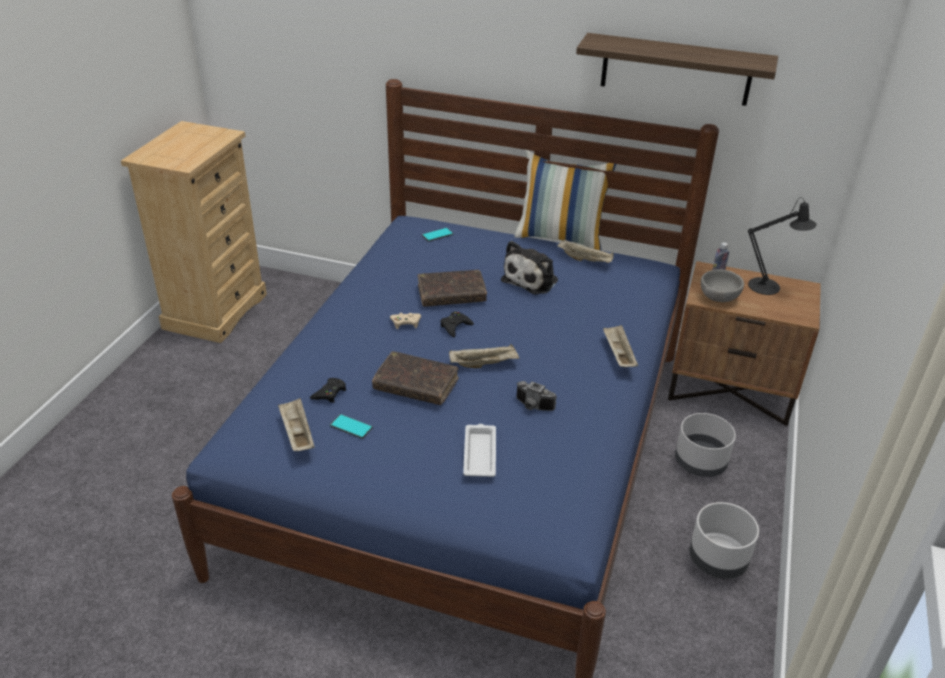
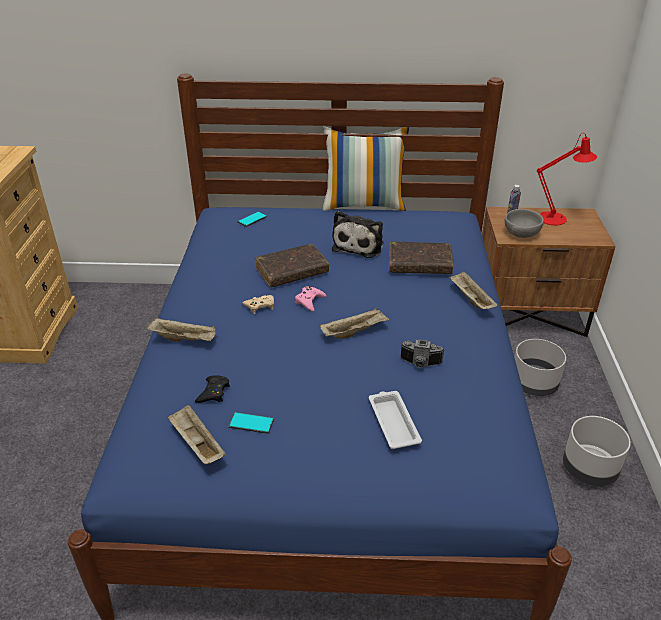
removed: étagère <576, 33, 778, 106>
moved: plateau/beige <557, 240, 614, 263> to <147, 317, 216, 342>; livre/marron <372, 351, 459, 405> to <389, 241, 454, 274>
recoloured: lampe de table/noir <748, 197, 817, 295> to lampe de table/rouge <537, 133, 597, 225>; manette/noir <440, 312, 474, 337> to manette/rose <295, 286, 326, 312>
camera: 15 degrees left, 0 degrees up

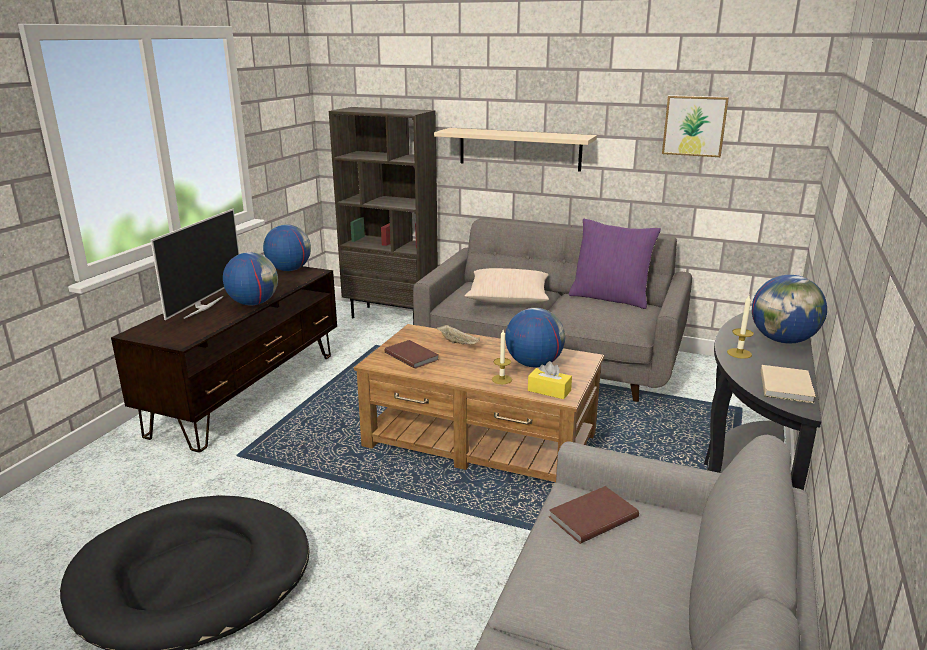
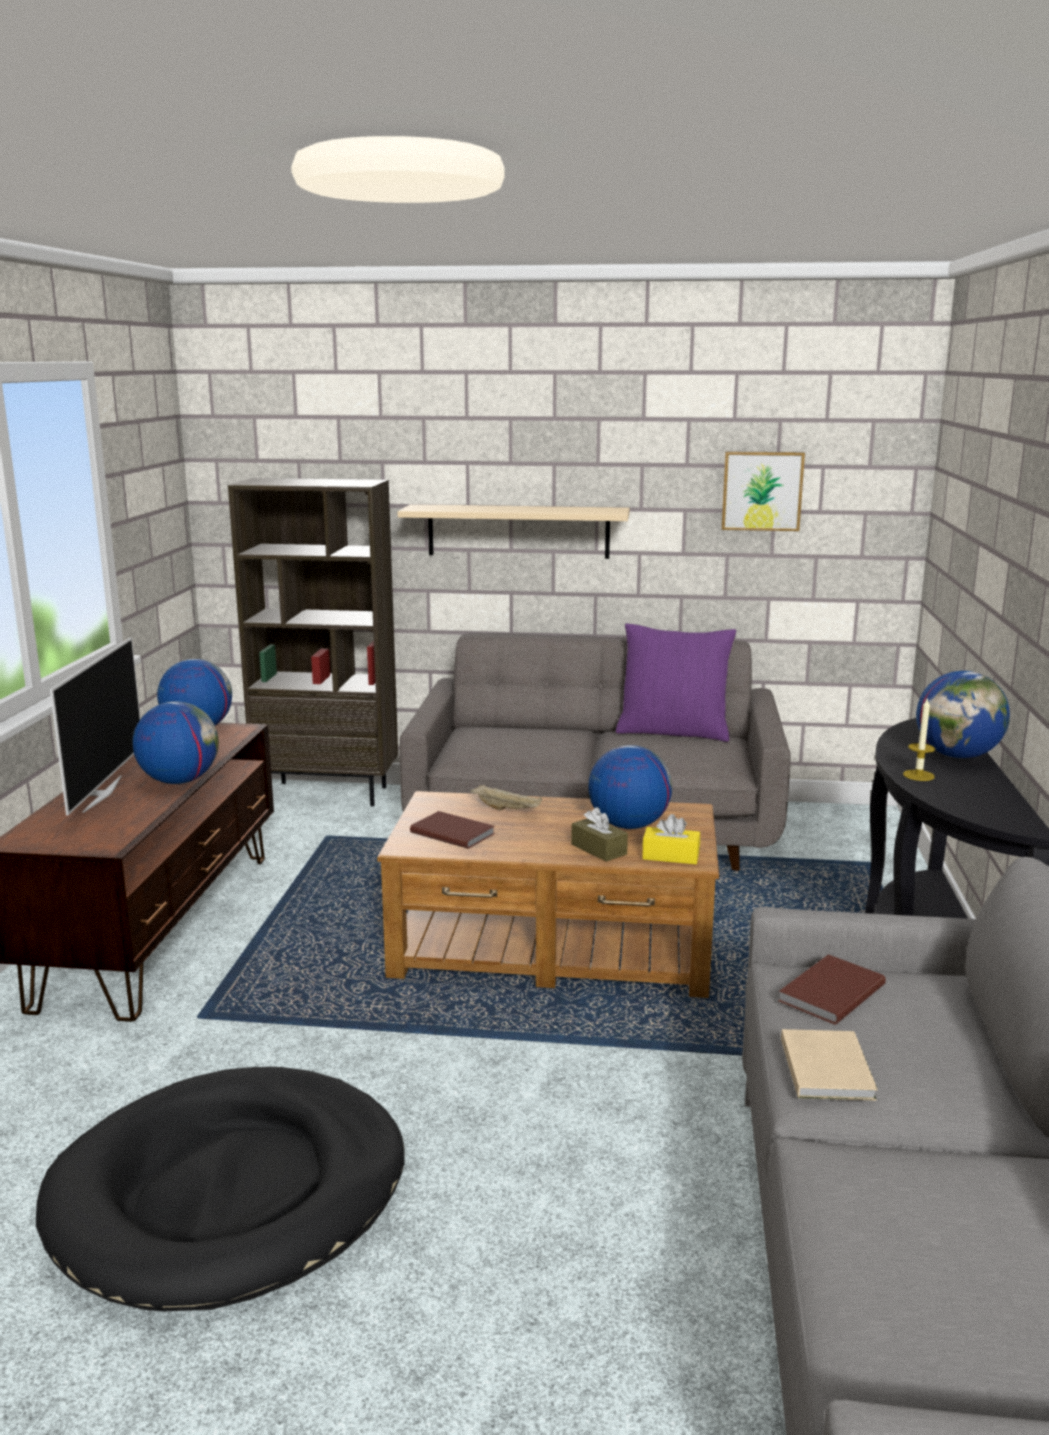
removed: coussin/beige <465, 268, 549, 304>
moved: livre/beige <761, 365, 816, 403> to <781, 1029, 878, 1101>
replaced: bougie <492, 330, 512, 384> to boîte à mouchoirs/marron <571, 807, 628, 862>
camera: 15 degrees left, 5 degrees down

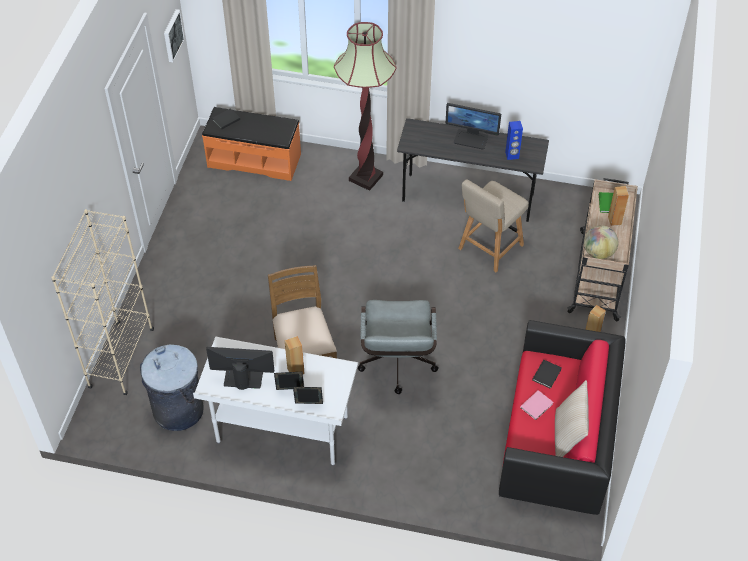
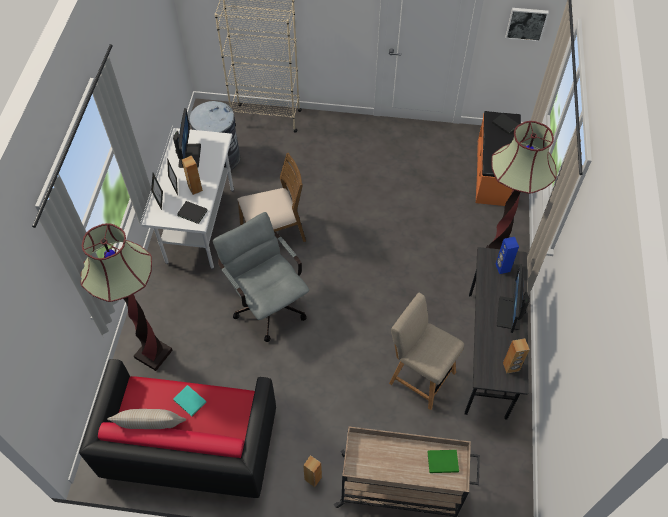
removed: globe <584, 225, 618, 259>
added: lampadaire <80, 223, 173, 371>
moved: enceinte/bleu <505, 121, 523, 160> to <496, 237, 519, 274>; enceinte/marron <608, 186, 629, 226> to <503, 338, 530, 373>; livre/noir <532, 360, 562, 389> to <177, 201, 208, 224>
recoloured: livre/rose <520, 390, 554, 420> to livre/turquoise <173, 385, 206, 416>
turned: chaise de bureau/gris <358, 300, 439, 394> = <213, 212, 309, 342> 60 degrees clockwise
camera: 85 degrees right, 5 degrees up

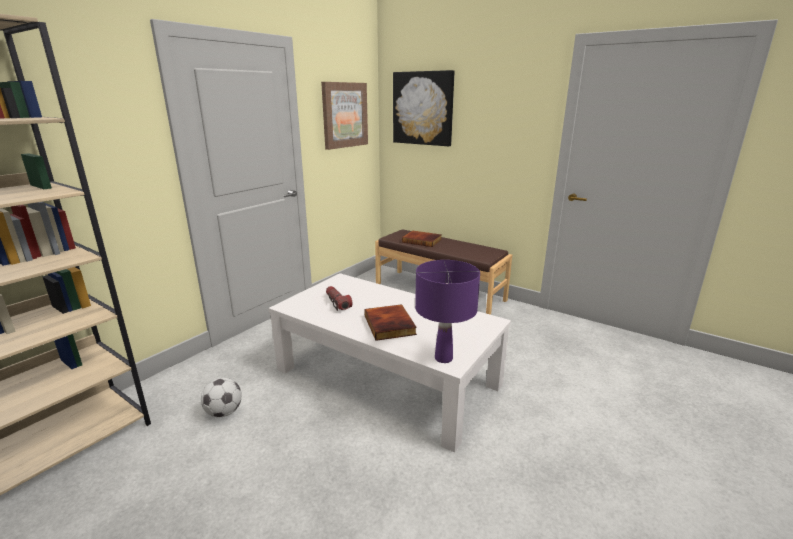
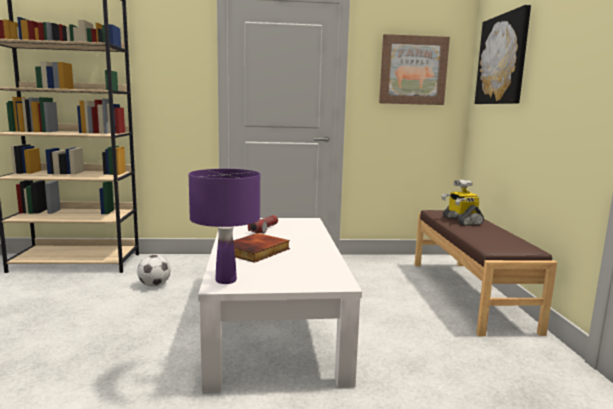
replaced: livre <402, 230, 442, 247> to robot jouet <442, 180, 484, 226>
camera: 50 degrees right, 10 degrees down

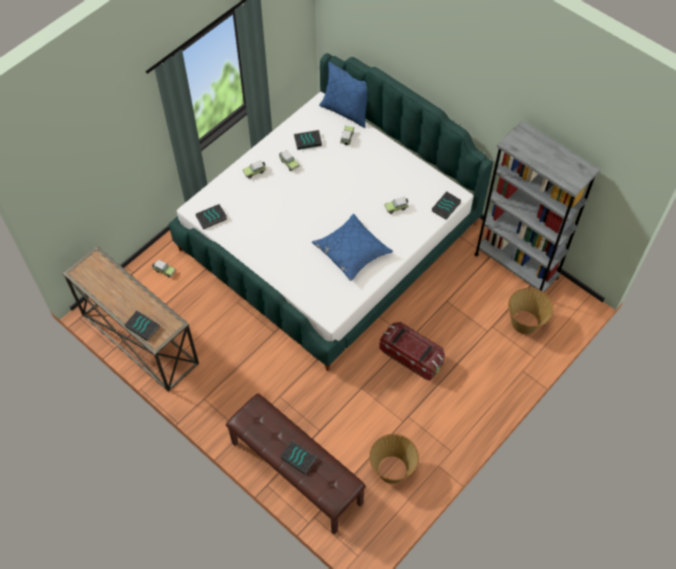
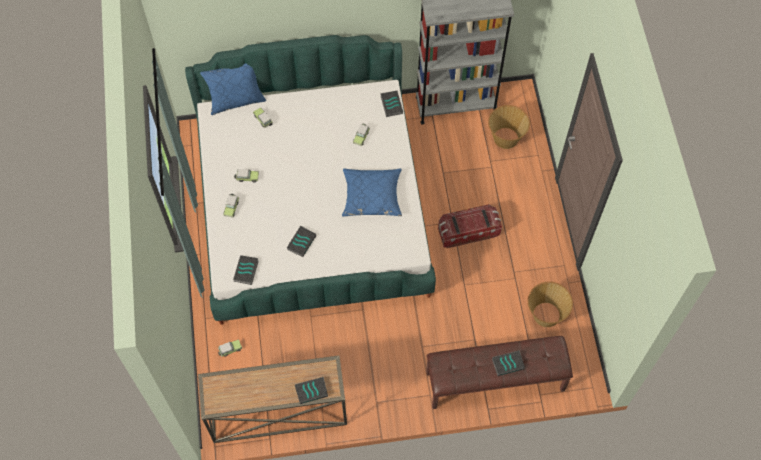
moved: livre <294, 130, 322, 150> to <287, 226, 316, 257>
camera: 50 degrees left, 5 degrees up

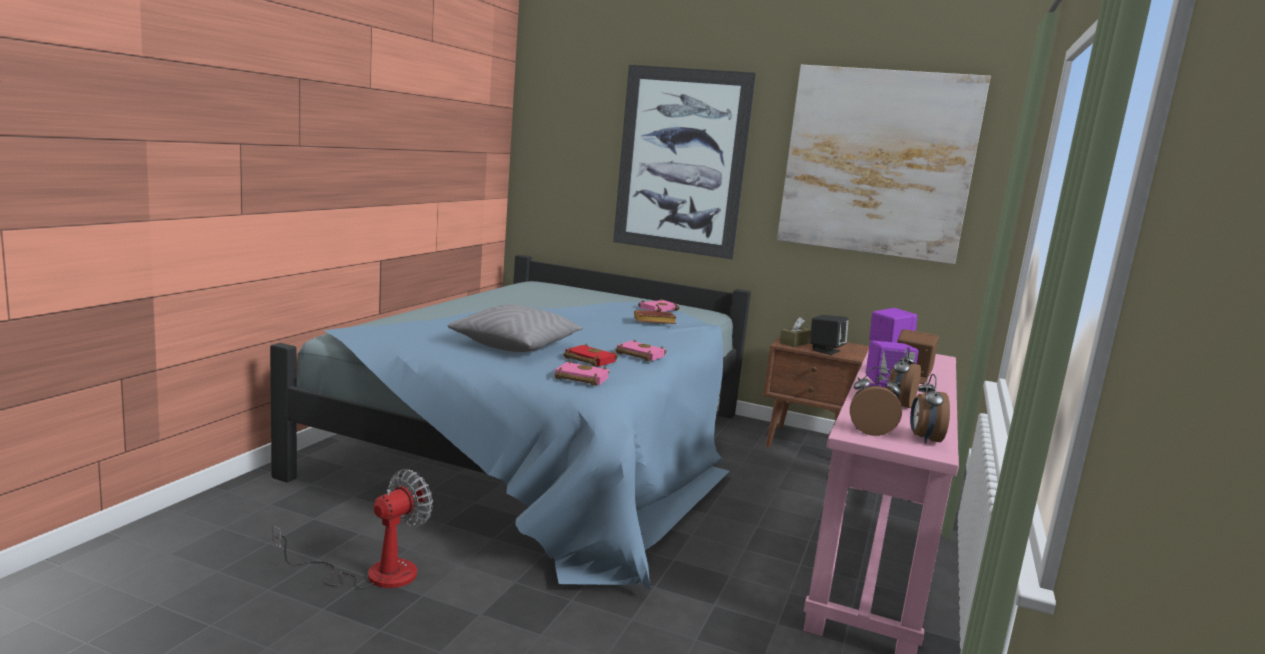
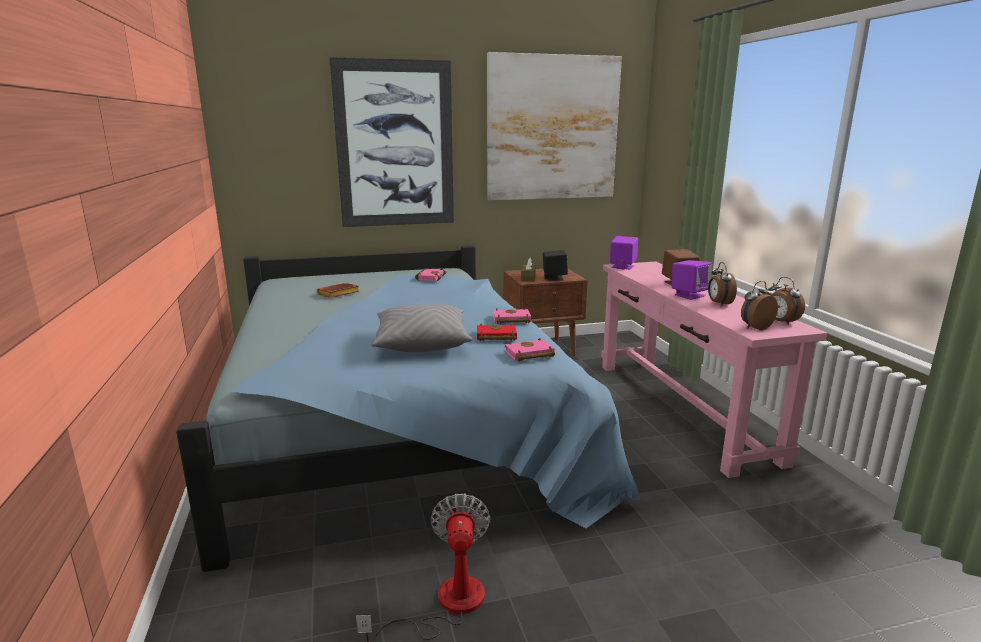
moved: livre/marron <634, 310, 677, 324> to <317, 283, 360, 298>
camera: 35 degrees left, 5 degrees up

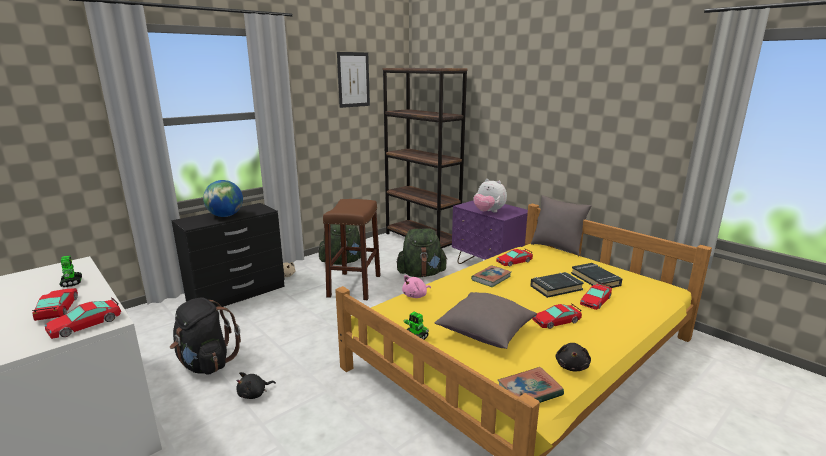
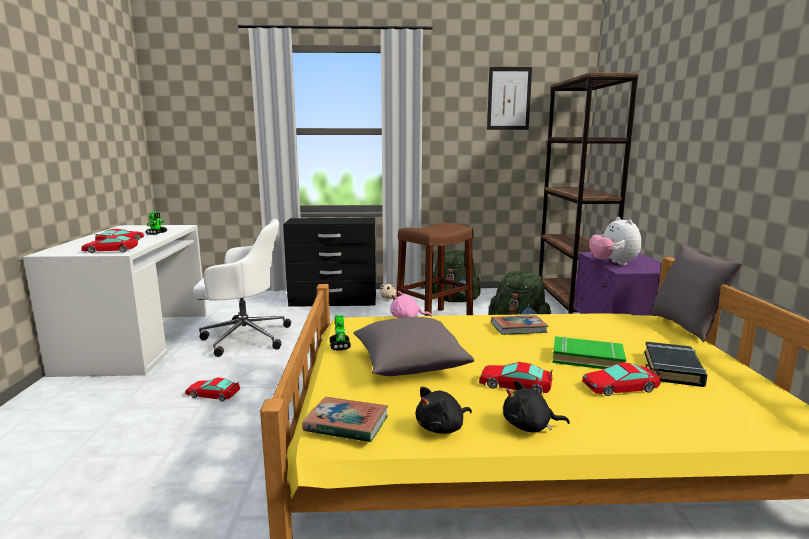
removed: globe <203, 180, 243, 217>
moved: petite voiture <496, 249, 533, 267> to <186, 377, 240, 401>; peluche/noir <236, 372, 276, 399> to <503, 380, 570, 432>
replaced: sac à dos/noir <170, 297, 241, 375> to chaise de bureau/blanc <193, 219, 291, 357>
recoloured: livre/noir <530, 272, 584, 298> to livre/vert <553, 336, 626, 369>
camera: 40 degrees right, 5 degrees down

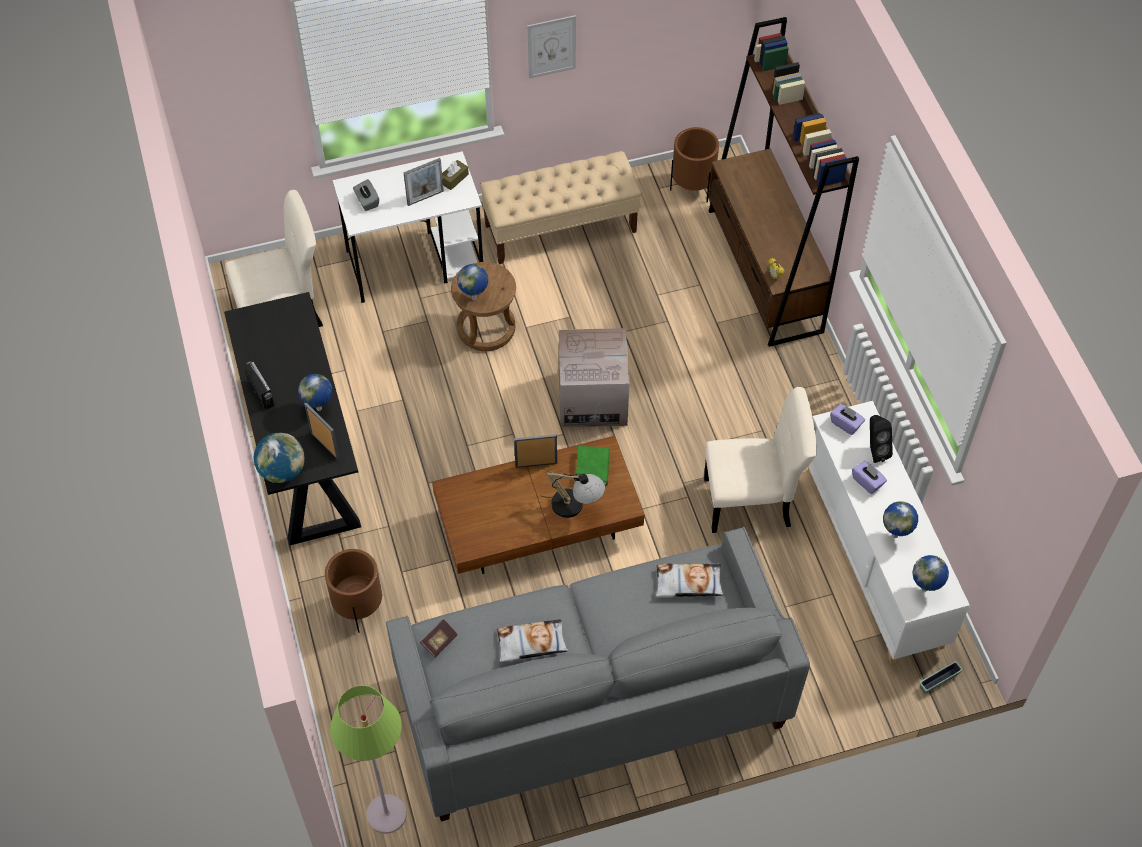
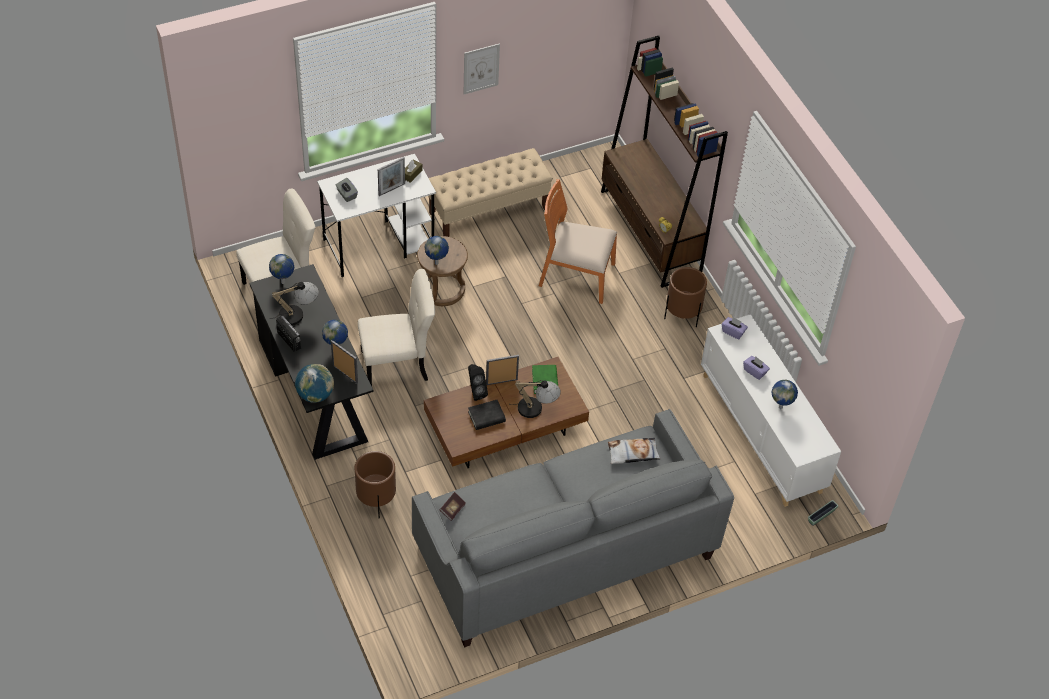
removed: carton <559, 328, 629, 428>; coussin <497, 619, 568, 662>; lampadaire/vert <330, 685, 407, 834>
added: chaise/orange <539, 179, 617, 304>; lampe de table <269, 282, 319, 325>; livre/noir <468, 400, 506, 430>
moved: cache-pot/marron <670, 127, 719, 202> to <664, 267, 707, 327>; chaise/beige <704, 387, 817, 533> to <358, 269, 435, 386>; enceinte/noir <870, 415, 893, 463> to <468, 364, 488, 401>; globe <912, 555, 949, 592> to <269, 254, 294, 284>
camera: 10 degrees left, 5 degrees down

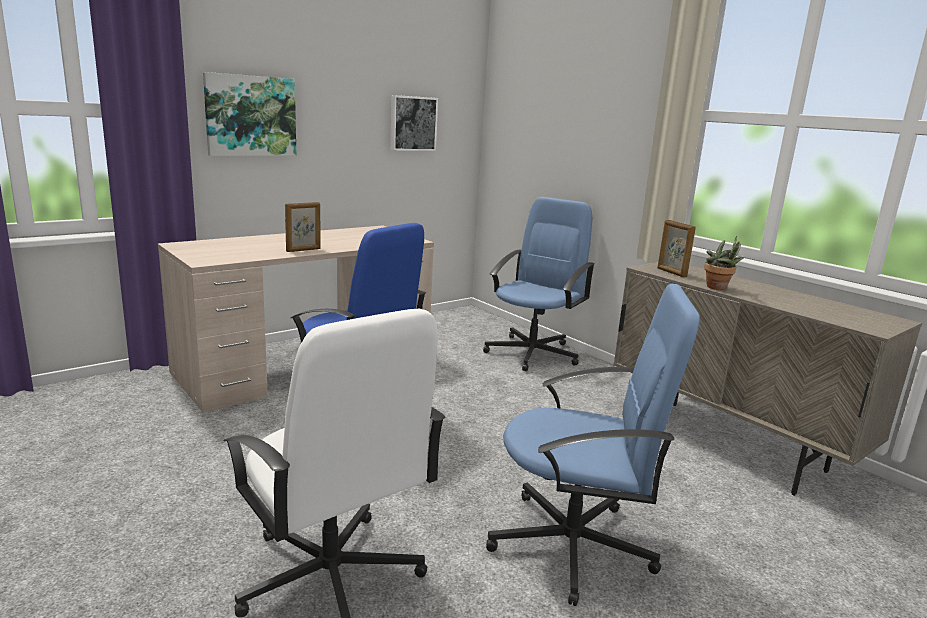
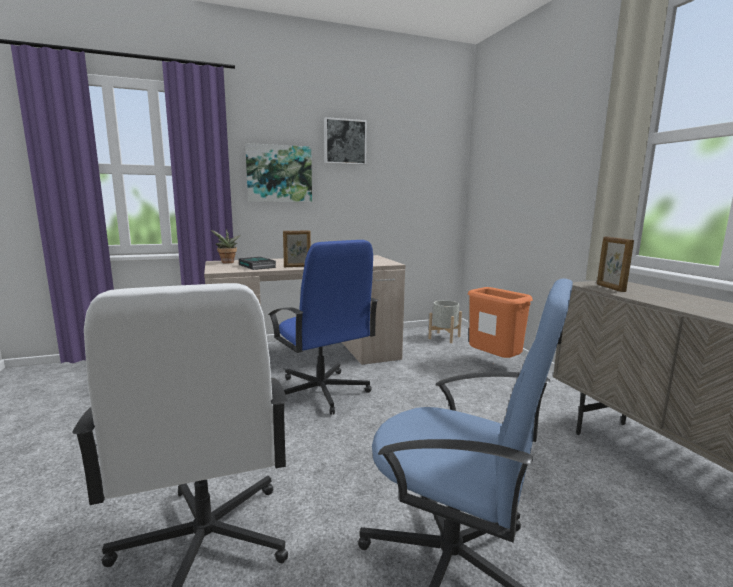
added: livre <238, 257, 276, 270>; cache-pot/gris <428, 300, 462, 343>
moved: tableau <390, 95, 438, 151> to <324, 117, 367, 165>; plante en pot <704, 236, 744, 290> to <211, 229, 241, 263>
replaced: chaise de bureau/bleu <483, 197, 595, 371> to poubelle/orange <468, 287, 533, 358>
camera: 20 degrees right, 5 degrees down

